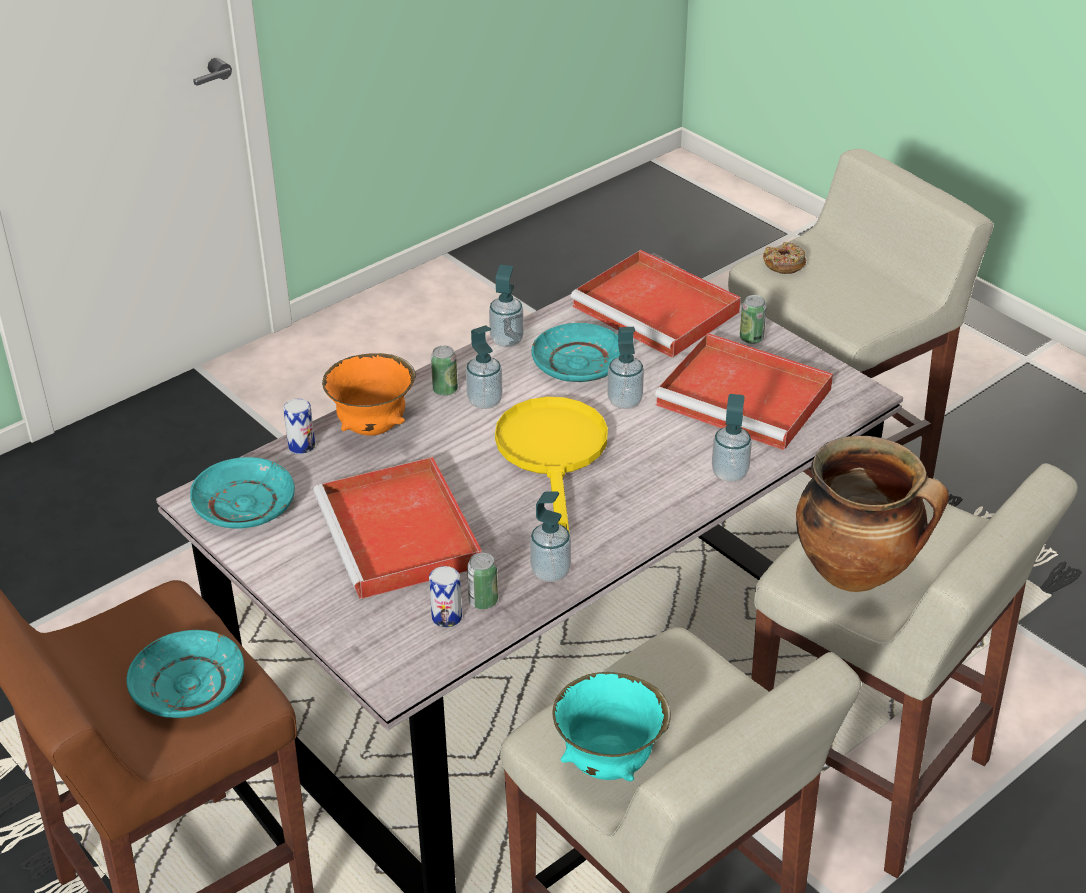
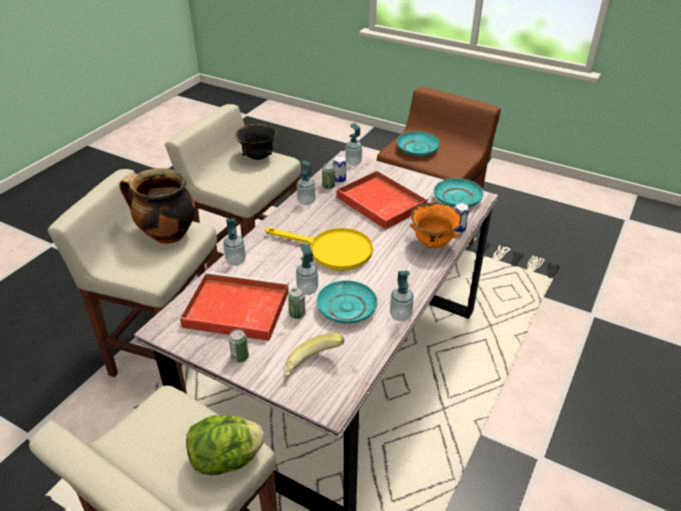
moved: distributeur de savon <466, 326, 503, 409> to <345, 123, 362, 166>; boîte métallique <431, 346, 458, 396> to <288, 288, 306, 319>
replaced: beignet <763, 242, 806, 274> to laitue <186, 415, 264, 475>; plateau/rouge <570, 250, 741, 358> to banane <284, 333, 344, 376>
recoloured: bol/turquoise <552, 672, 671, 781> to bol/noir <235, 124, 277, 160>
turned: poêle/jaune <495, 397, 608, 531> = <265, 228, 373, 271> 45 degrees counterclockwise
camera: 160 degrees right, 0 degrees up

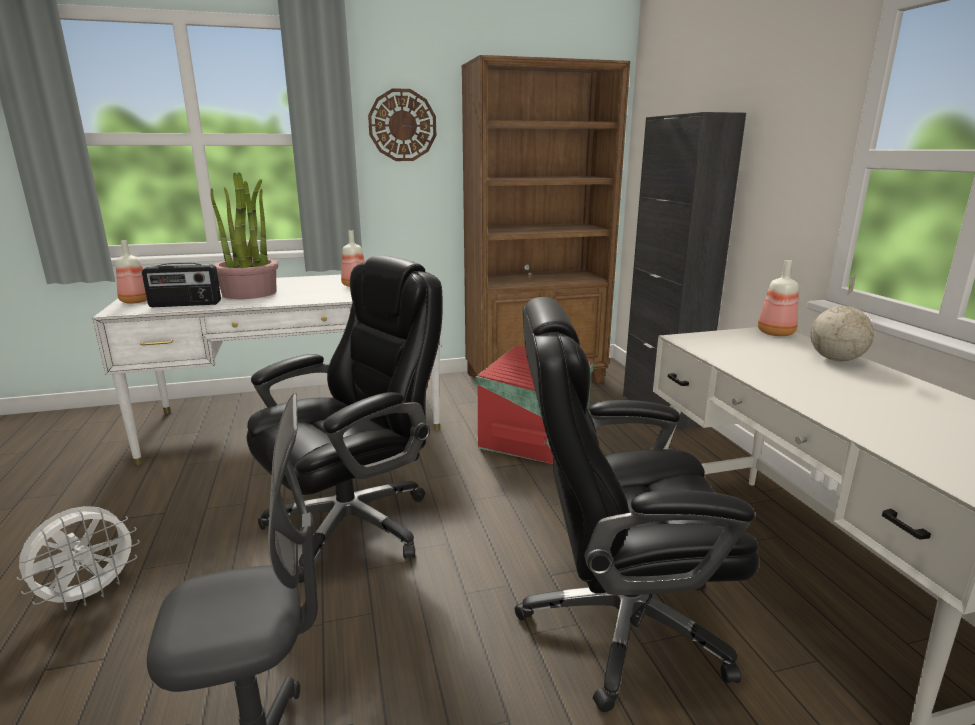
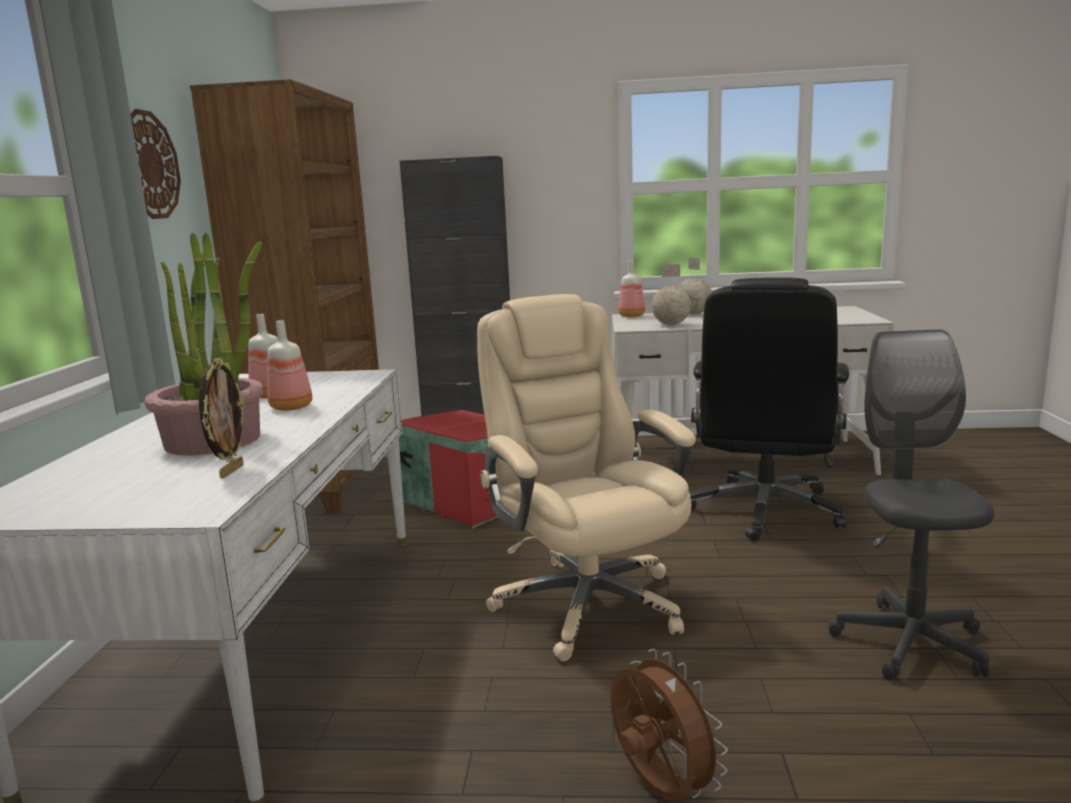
added: globe <652, 264, 691, 325>
moved: bouteille <116, 240, 147, 304> to <267, 320, 313, 411>
replaced: radio <142, 263, 221, 307> to cadre photo <199, 358, 245, 478>
recoloured: chaise de bureau/noir <247, 255, 443, 583> to chaise de bureau/beige <477, 294, 696, 662>; ventilateur/blanc <16, 506, 140, 610> to ventilateur/marron <610, 649, 728, 801>
camera: 70 degrees left, 5 degrees down

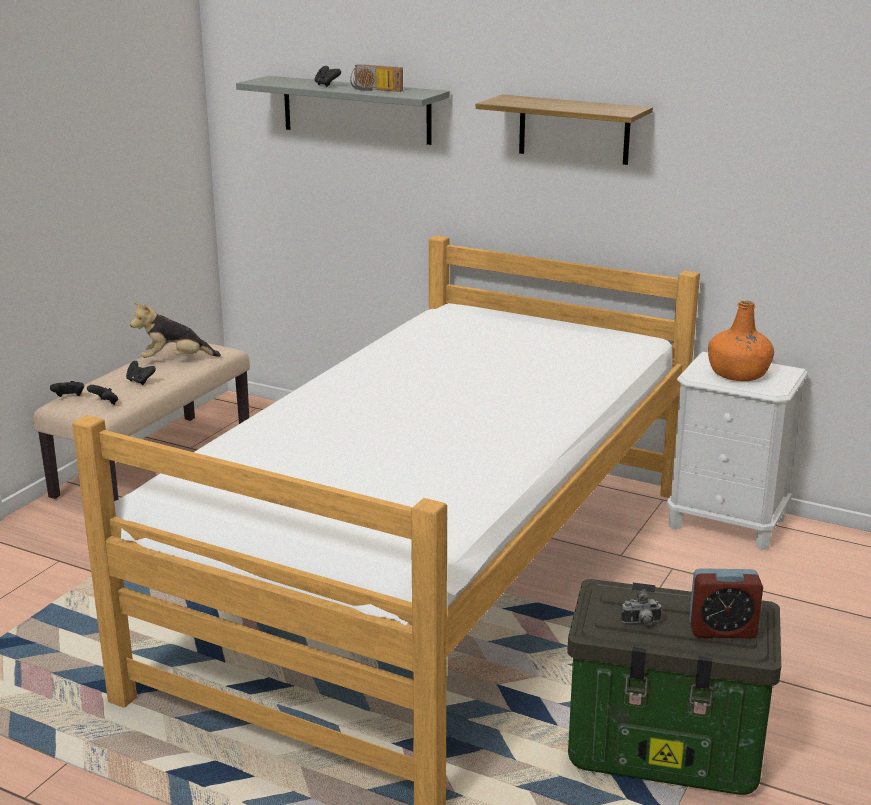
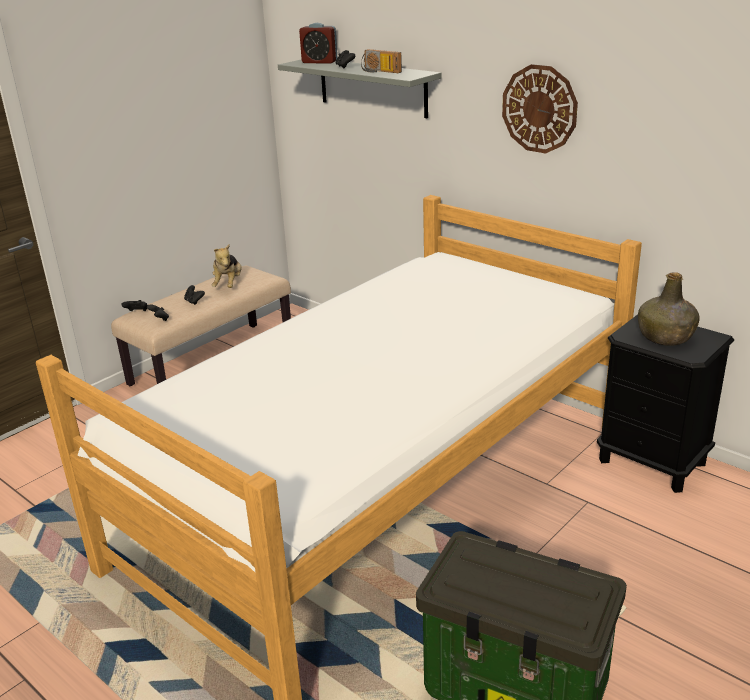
removed: appareil photo <621, 589, 662, 625>
moved: réveil <689, 568, 763, 638> to <299, 23, 337, 63>
replaced: étagère <476, 95, 653, 165> to horloge murale <502, 64, 578, 153>
recoloured: bouteille/orange <708, 301, 774, 381> to bouteille/vert <638, 272, 700, 346>; table de chevet/blanc <666, 352, 808, 550> to table de chevet/noir <597, 314, 734, 493>
turned: peluche <130, 302, 221, 358> = <212, 244, 242, 288> 90 degrees counterclockwise
camera: 15 degrees right, 5 degrees up

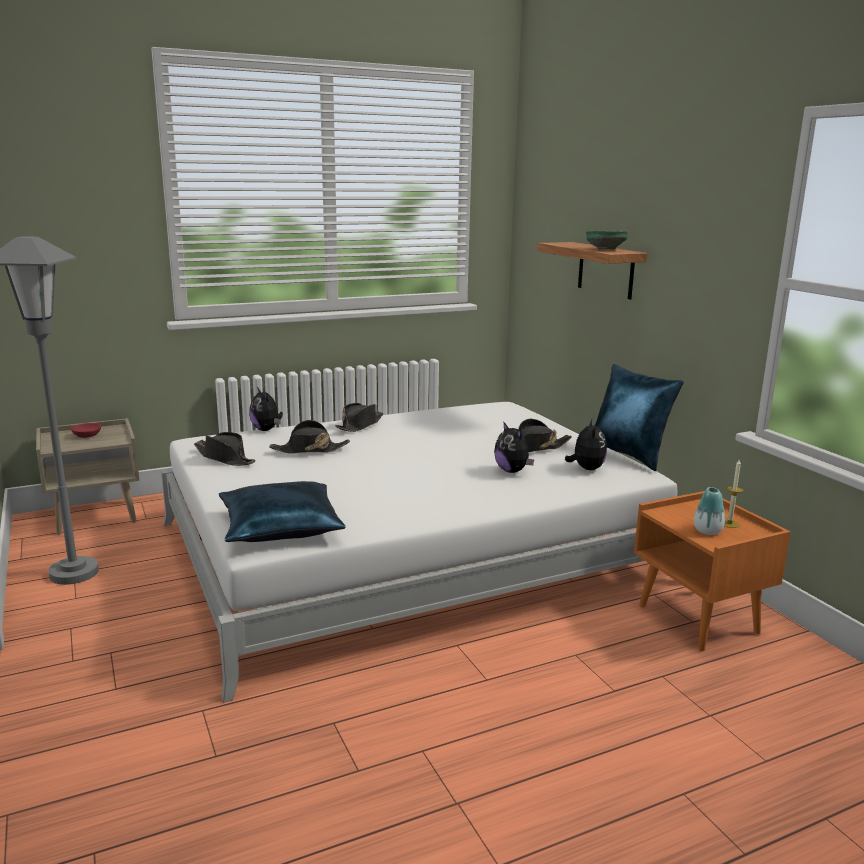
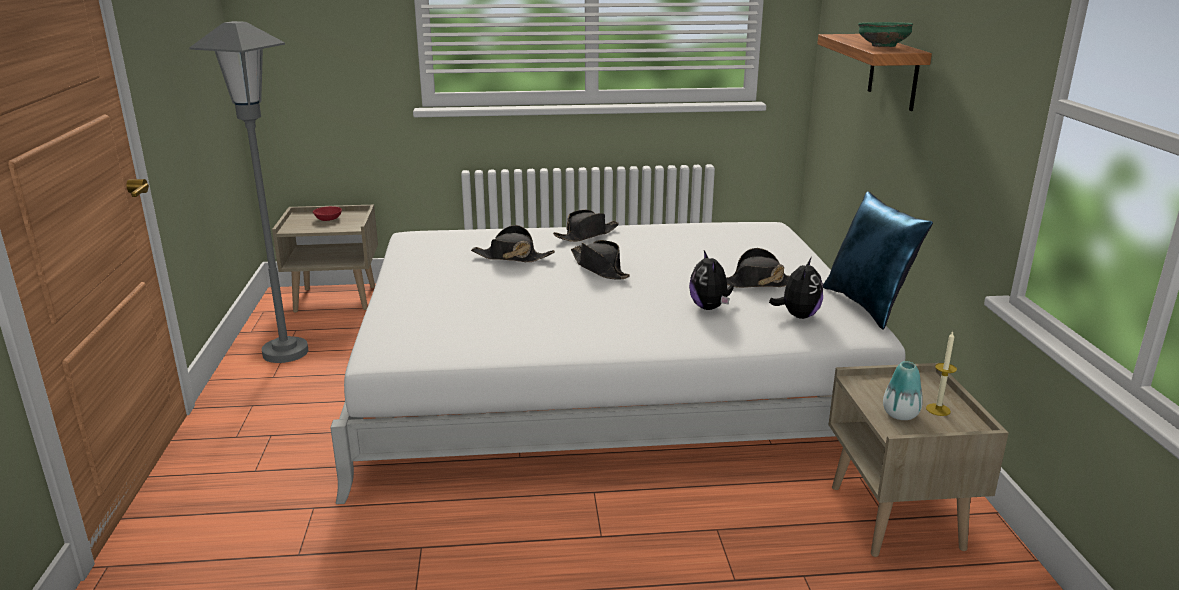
removed: peluche <249, 387, 283, 431>; coussin/bleu <219, 481, 346, 542>
moved: chapeau/noir <194, 432, 256, 466> to <571, 240, 630, 280>
recoloured: table de chevet/orange <634, 491, 791, 651> to table de chevet/beige <828, 363, 1009, 557>
camera: 20 degrees right, 5 degrees up

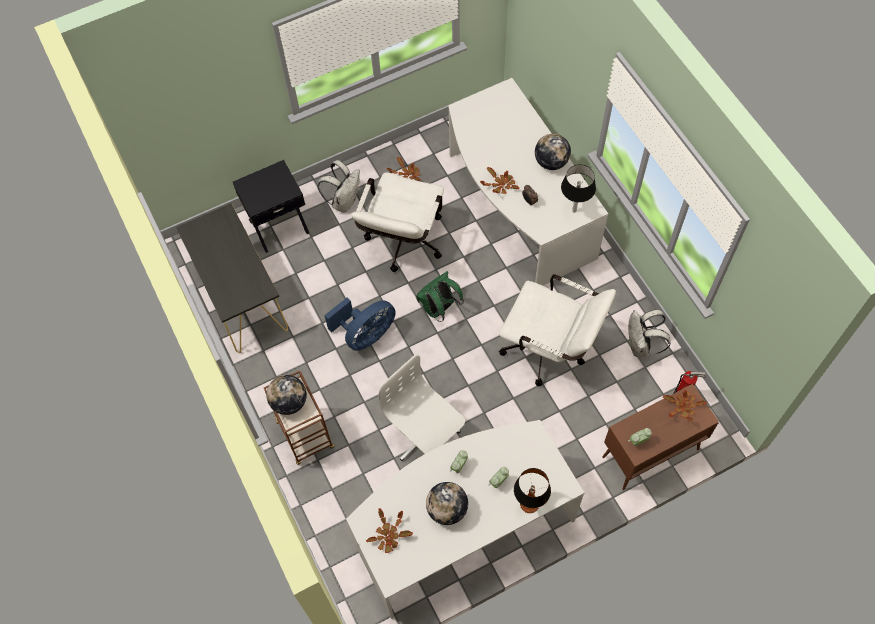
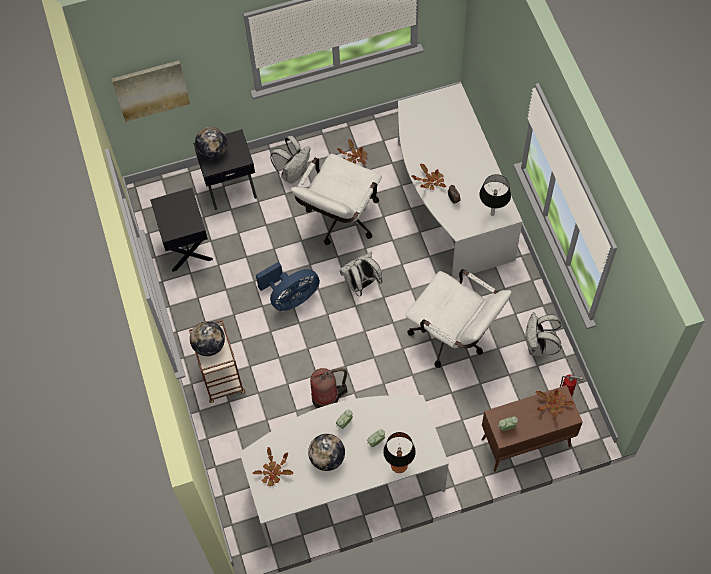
added: tableau <112, 60, 190, 122>
moved: globe <535, 134, 571, 170> to <195, 127, 227, 159>
replaced: table console/noir <176, 203, 288, 353> to table de chevet/noir <150, 188, 213, 272>; chaise de bureau/blanc <379, 355, 465, 461> to extincteur <310, 368, 347, 408>
recoloured: sac à dos/vert <416, 271, 464, 322> to sac à dos/blanc <340, 251, 382, 296>
camera: 10 degrees right, 0 degrees up

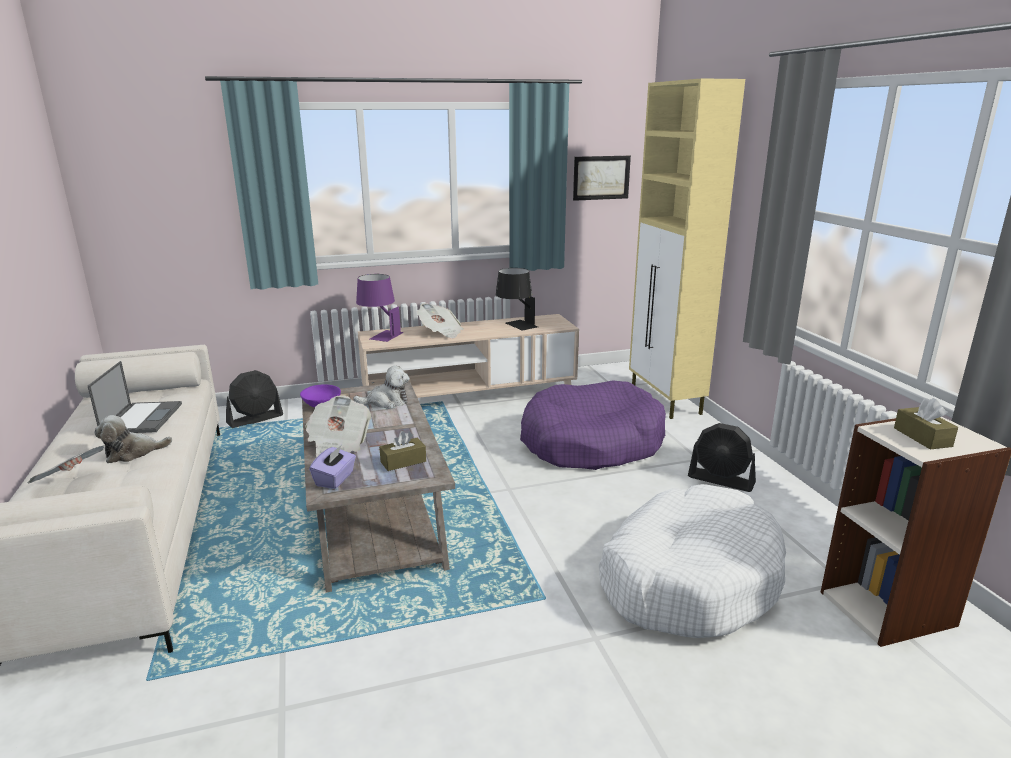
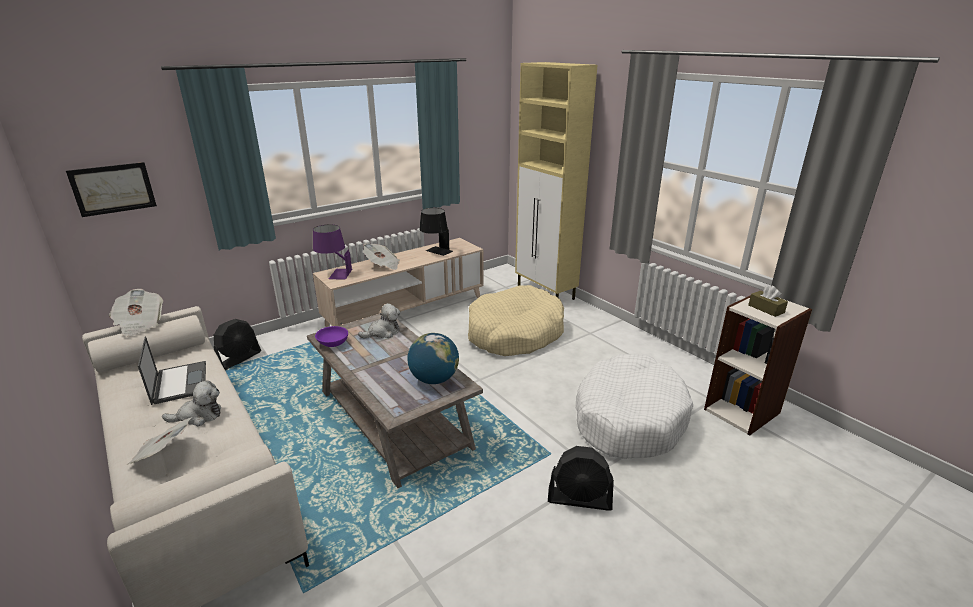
removed: boîte à mouchoirs/violet <309, 446, 356, 489>
moved: tableau <573, 156, 631, 201> to <66, 162, 157, 217>; journal <305, 395, 372, 457> to <109, 289, 163, 337>; ventilateur/noir <688, 423, 756, 492> to <548, 446, 614, 511>
replaced: boîte à mouchoirs/marron <379, 431, 426, 471> to globe <408, 333, 459, 384>
recoloured: panier pour chien/violet <520, 380, 666, 470> to panier pour chien/beige <468, 285, 564, 356>
turned: peluche <94, 415, 172, 463> = <162, 380, 221, 426> 150 degrees counterclockwise
camera: 20 degrees left, 5 degrees up

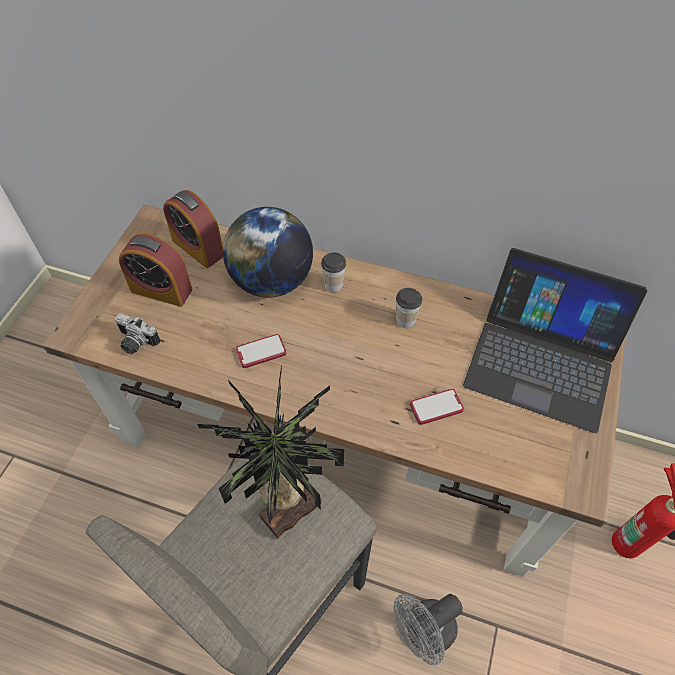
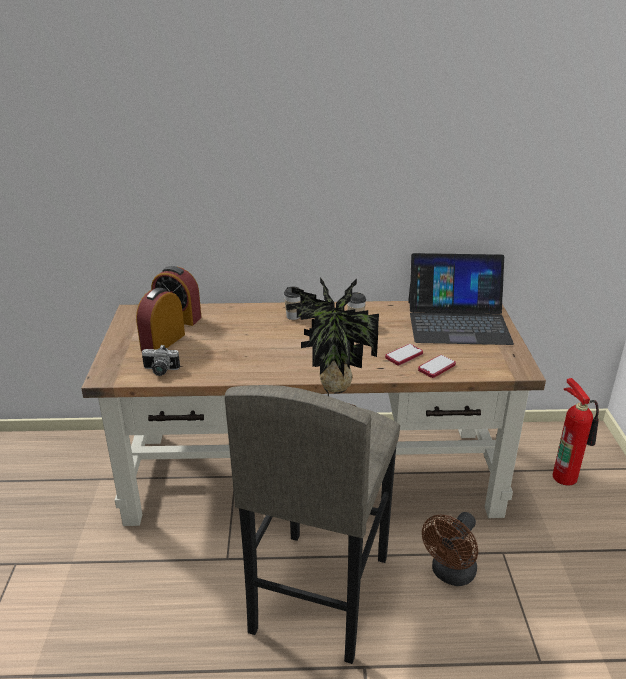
removed: globe <223, 207, 313, 298>
moved: téléphone <236, 334, 286, 368> to <418, 355, 456, 378>
recoloured: ventilateur/gris <393, 594, 463, 665> to ventilateur/marron <422, 512, 478, 586>
turned: réveil <119, 234, 192, 307> = <136, 288, 185, 351> 120 degrees clockwise
camera: 20 degrees left, 25 degrees down

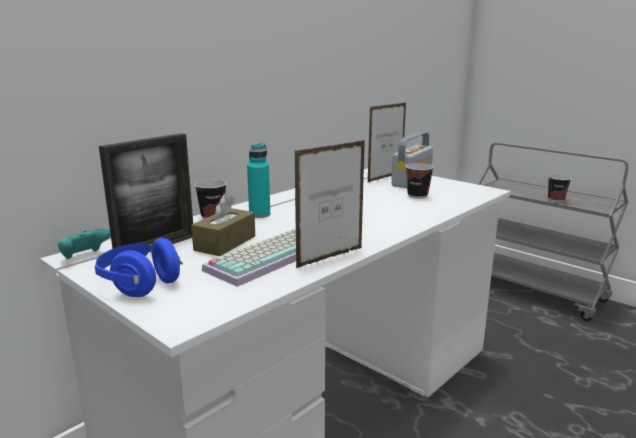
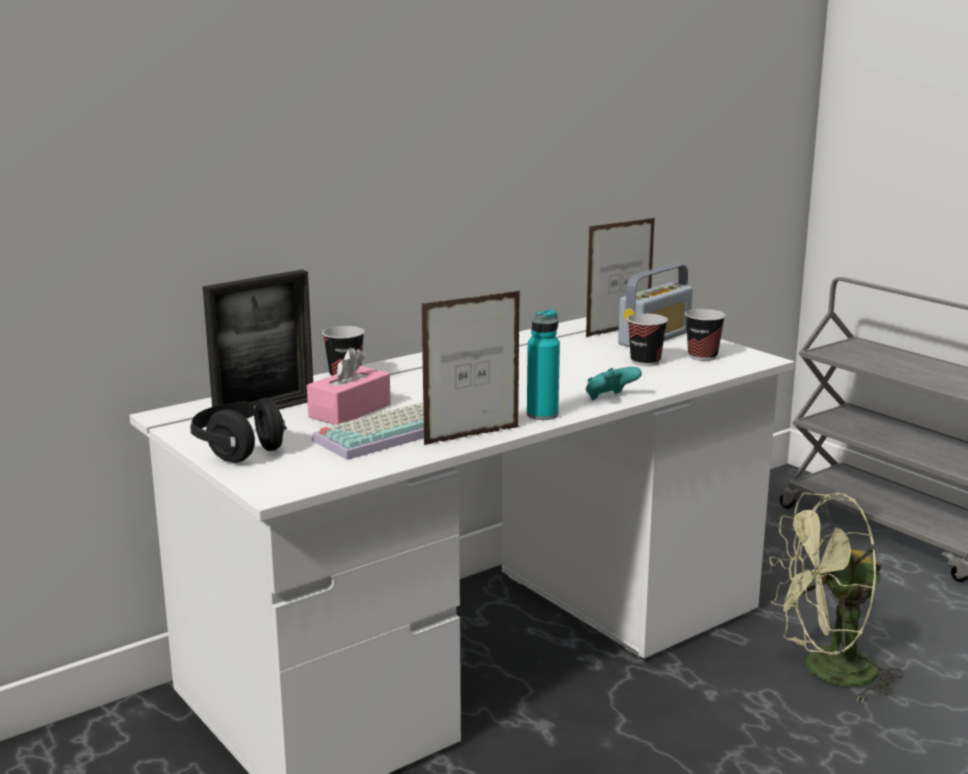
added: ventilateur/vert <769, 492, 904, 703>
moved: bouteille/turquoise <247, 143, 270, 218> to <527, 310, 560, 420>; tasse <548, 174, 571, 202> to <685, 309, 726, 361>; manette/turquoise <58, 228, 111, 259> to <586, 367, 642, 400>
recoloured: boîte à mouchoirs/marron <191, 193, 255, 256> to boîte à mouchoirs/rose <307, 348, 391, 425>; casque audio/bleu <95, 238, 183, 297> to casque audio/noir <190, 397, 287, 463>
camera: 10 degrees right, 0 degrees up

